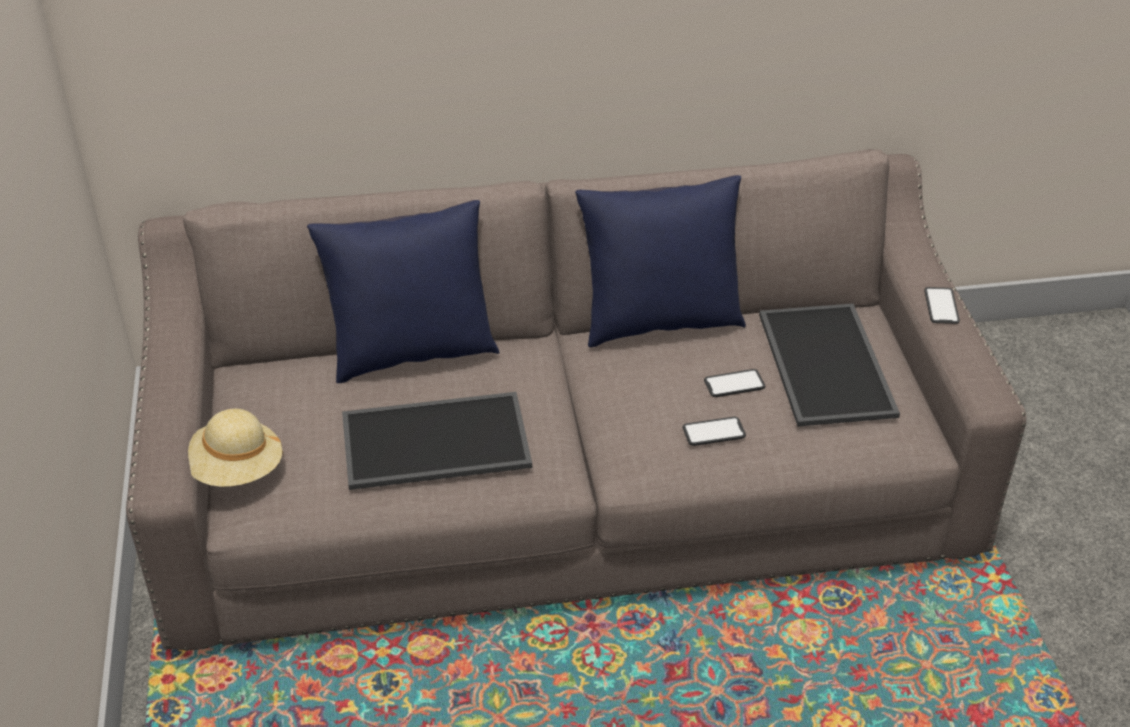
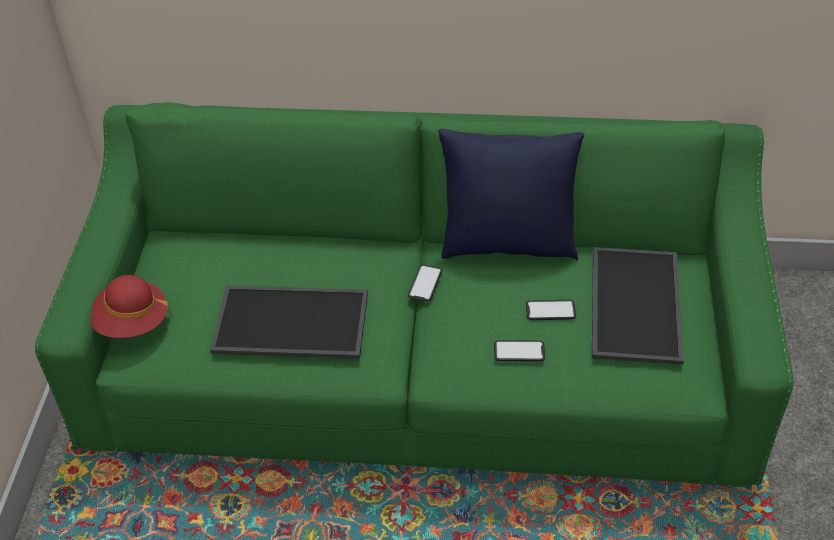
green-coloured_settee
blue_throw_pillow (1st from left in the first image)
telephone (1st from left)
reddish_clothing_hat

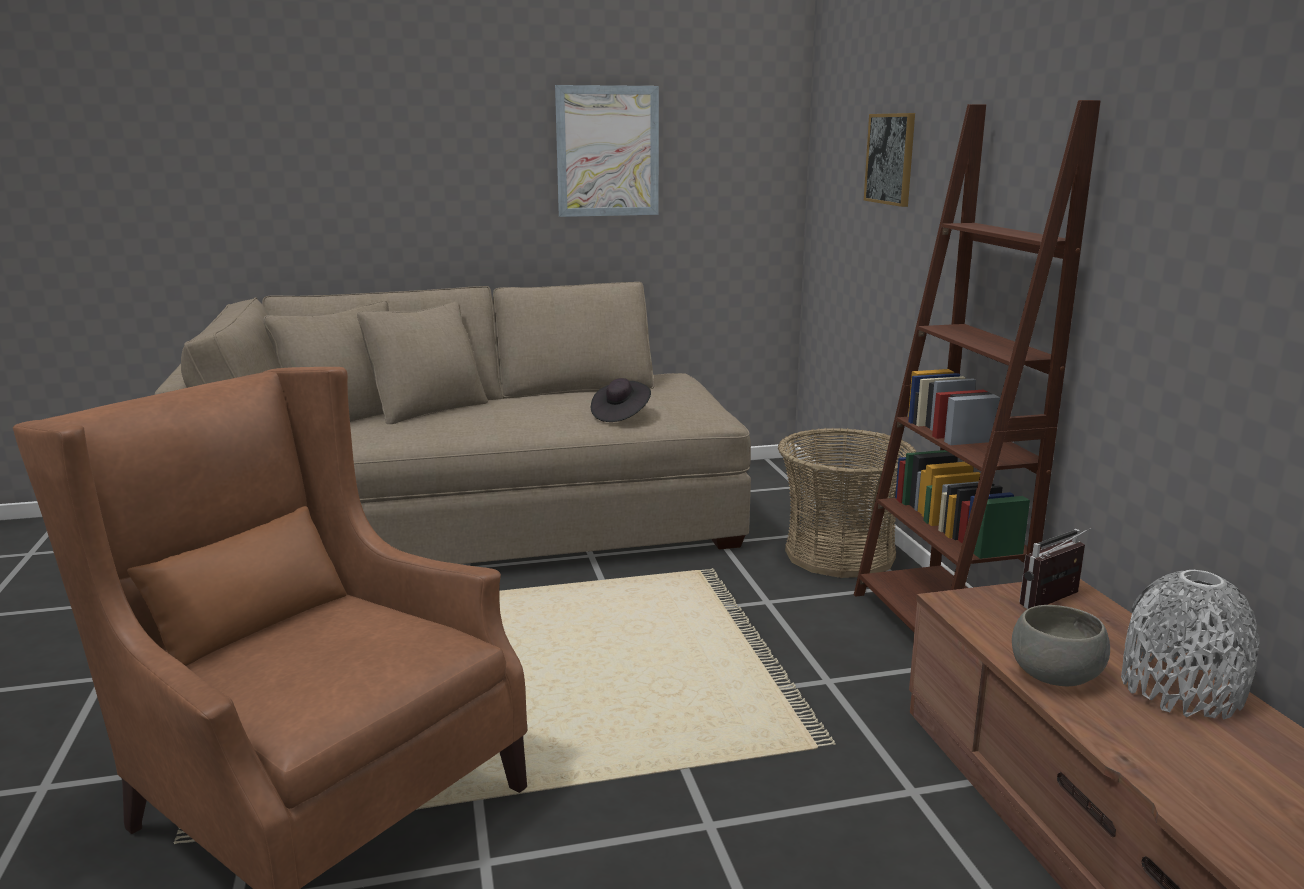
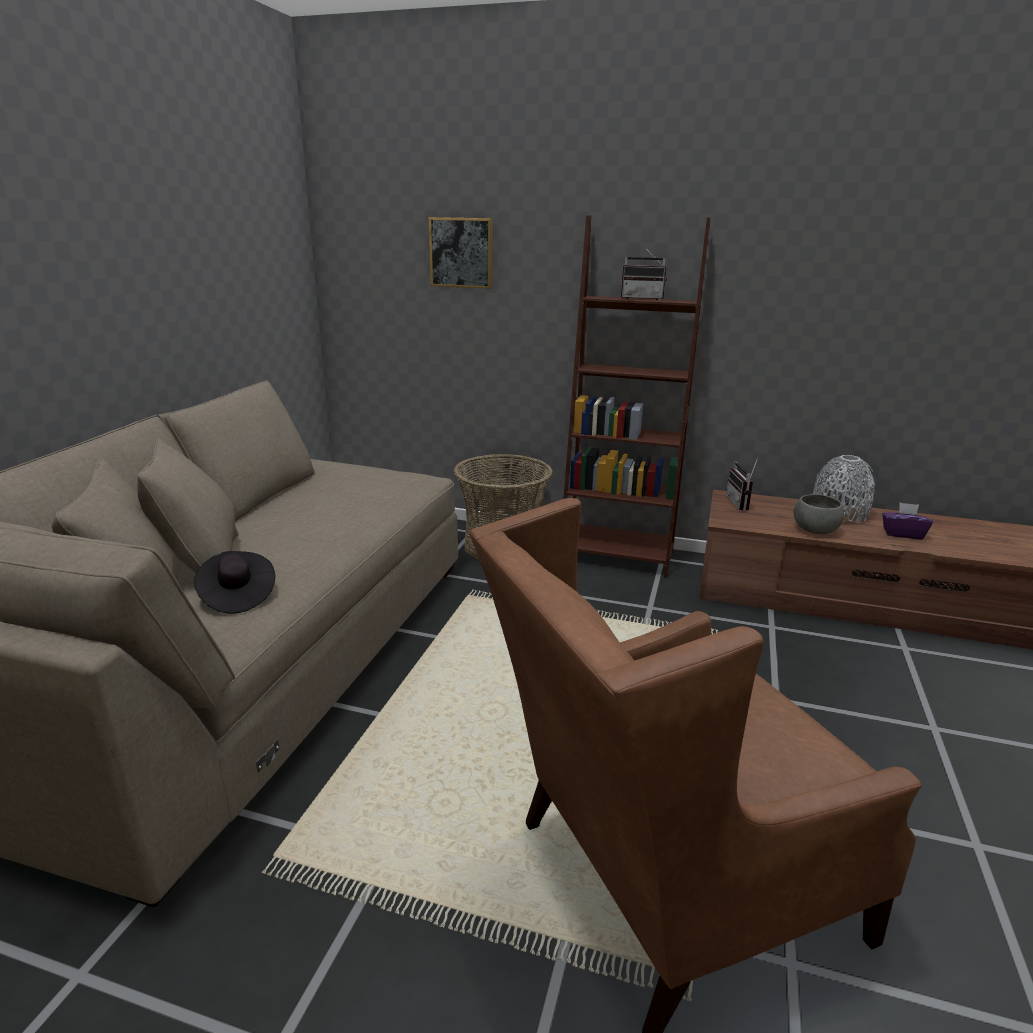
wall_art (1st from left in the first image)
black-coloured_clothing_hat
radio_receiver (1st from left)
purplish_tissue_box

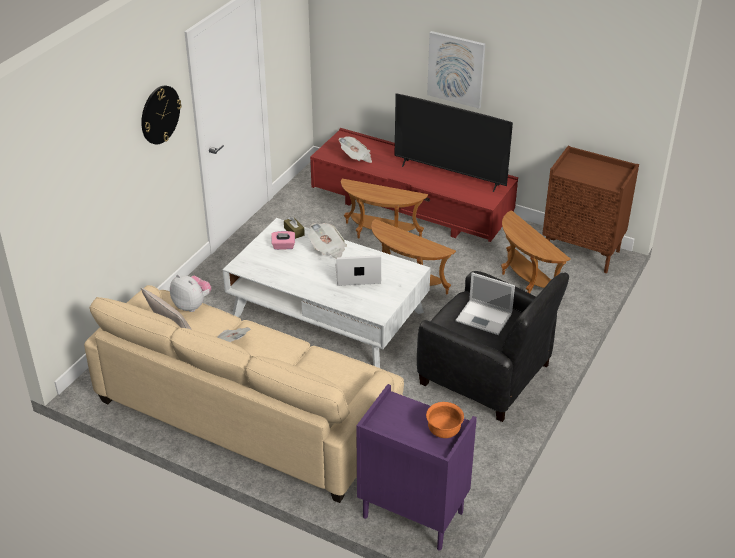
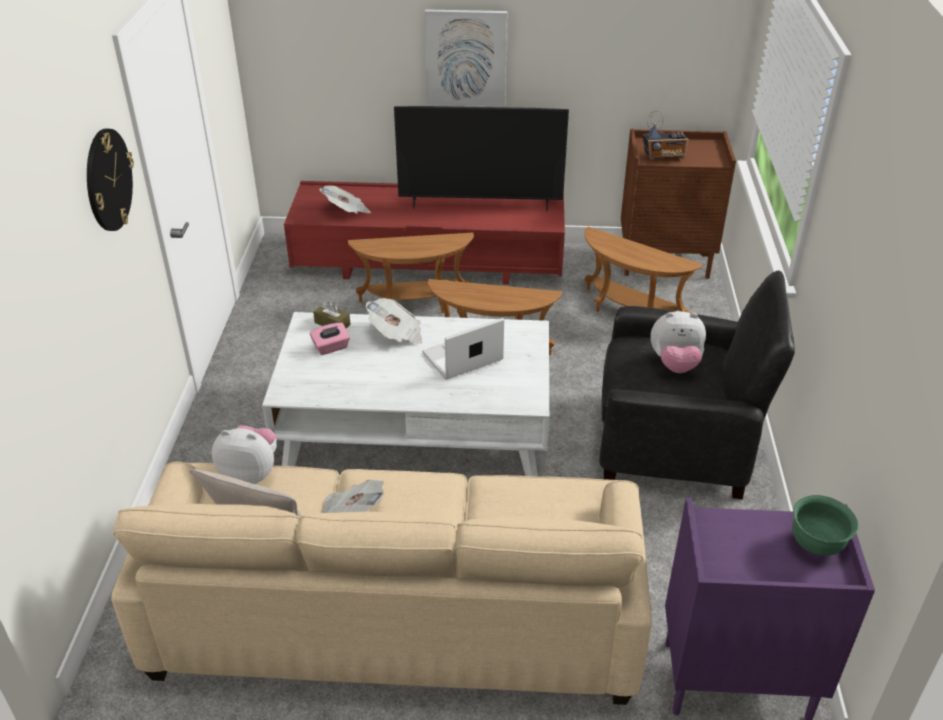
cuddly_toy (2nd from left)
green-coloured_bowl
radio_receiver

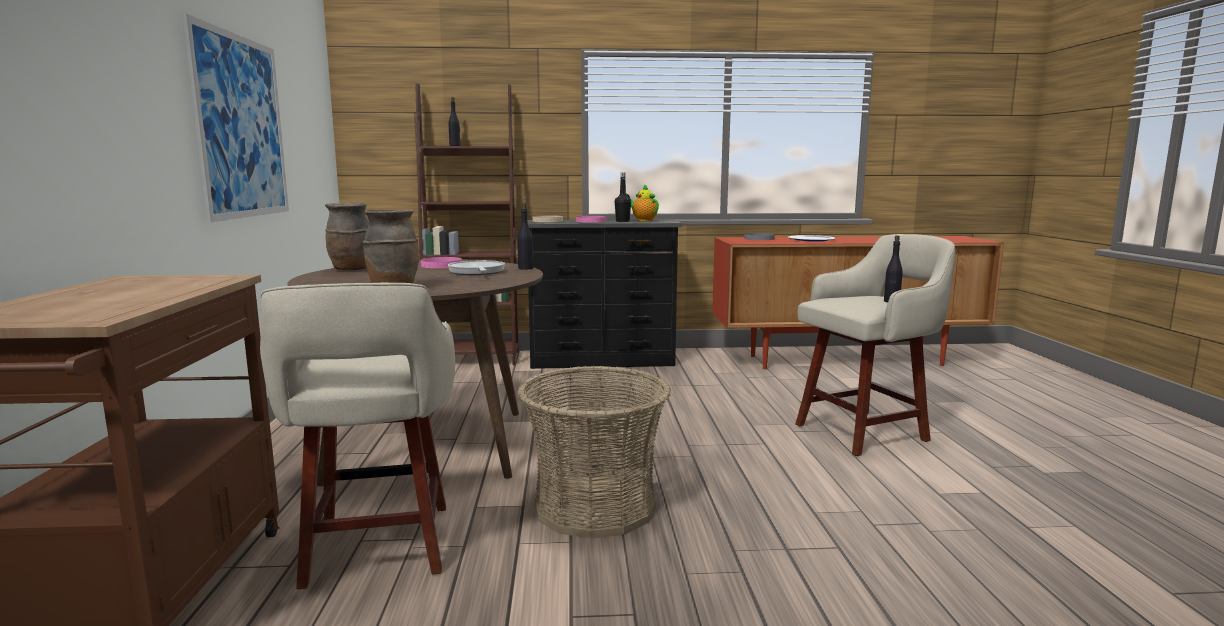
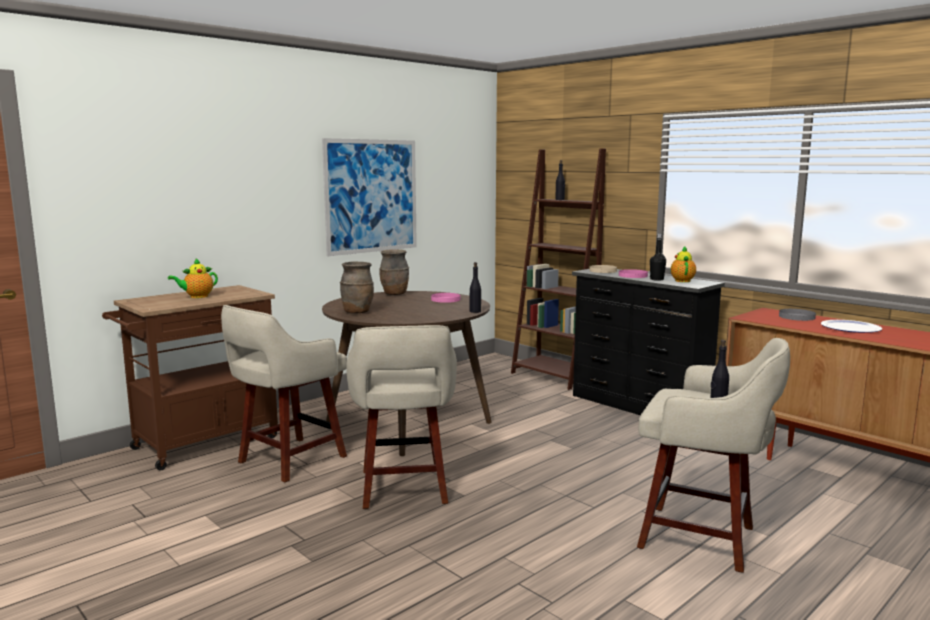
skillet
beige-coloured_stool_seat (2nd from left)
tea_pot (1st from left)

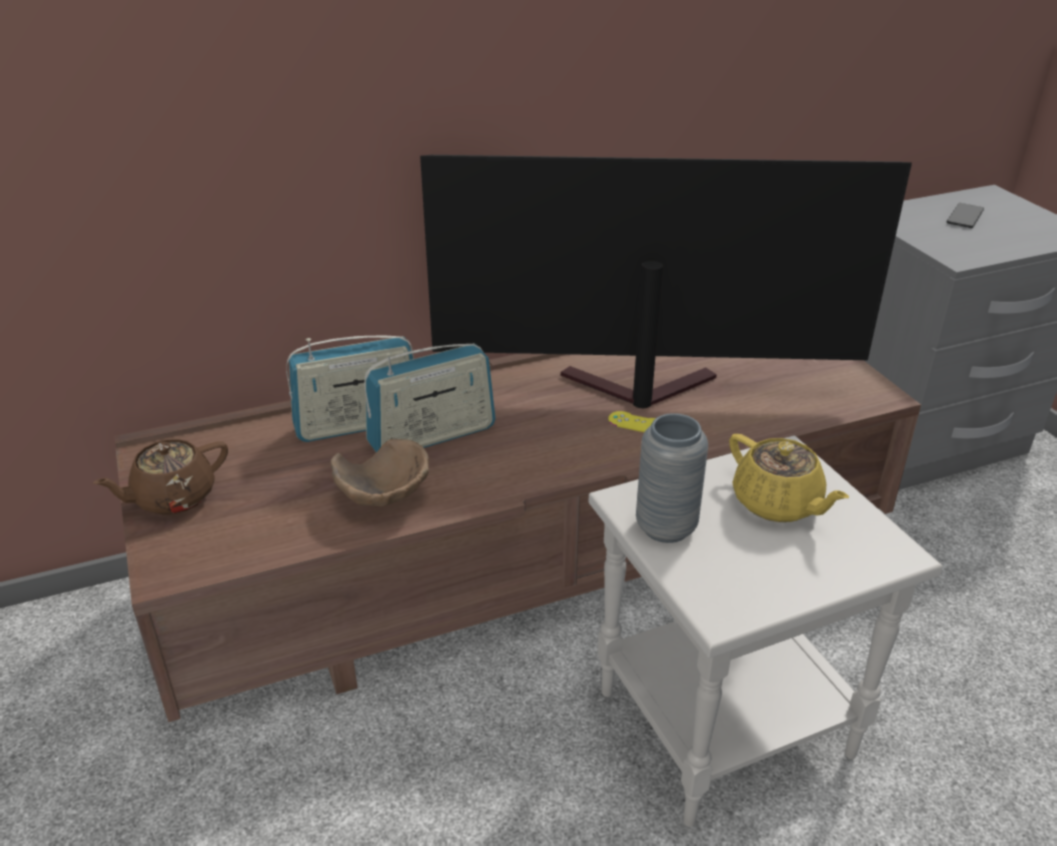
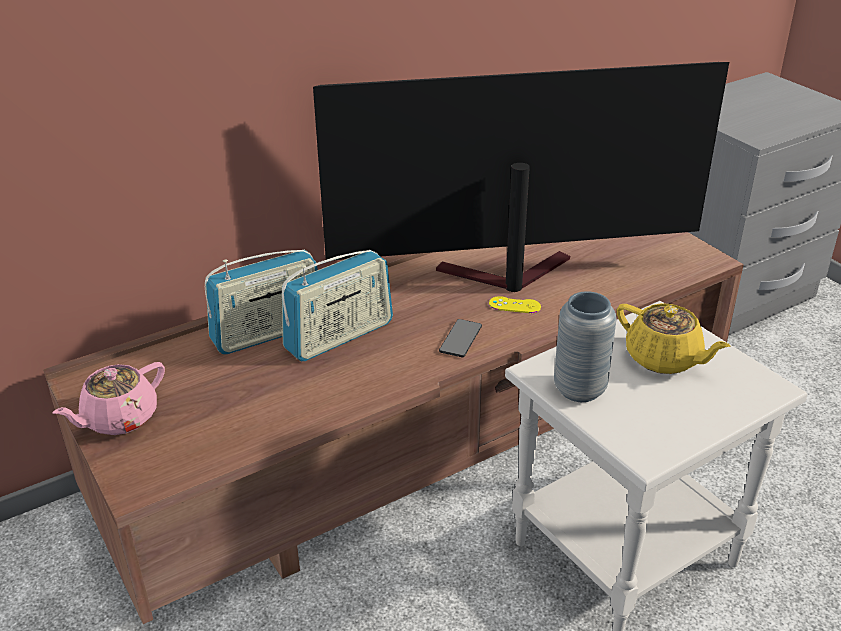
telephone
pink-coloured_tea_pot
brownish_bowl

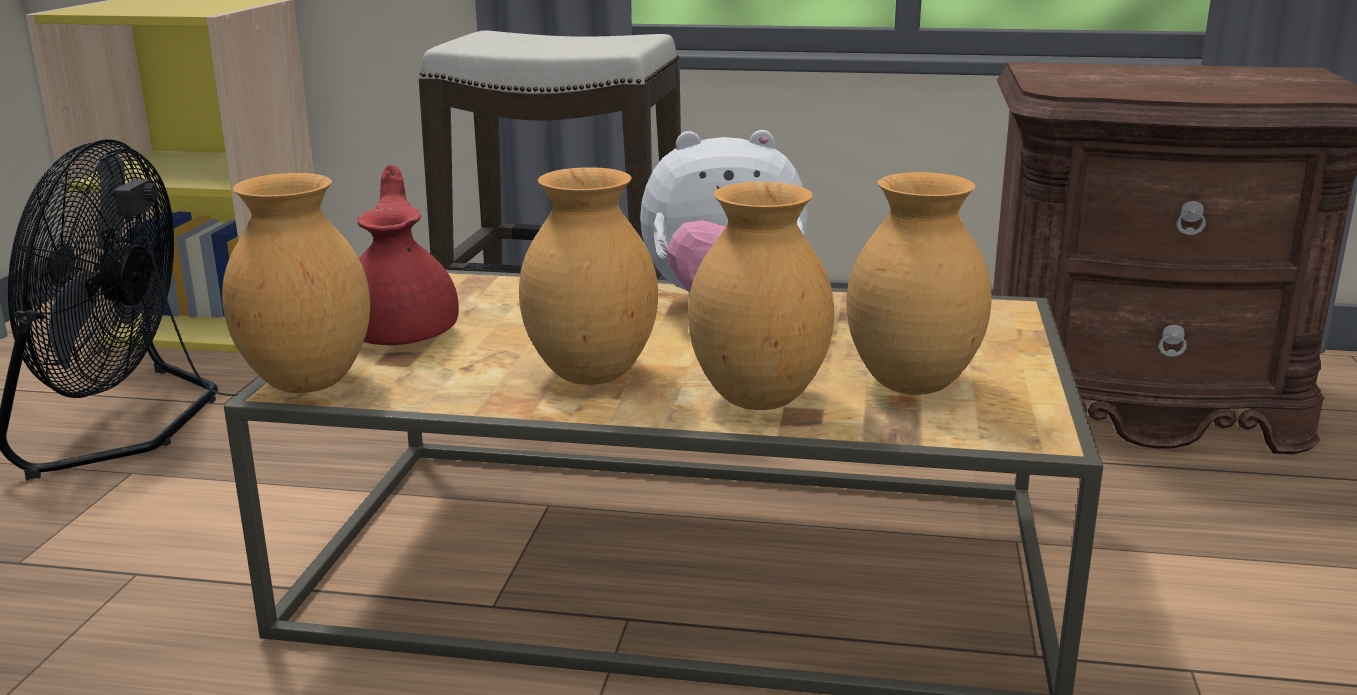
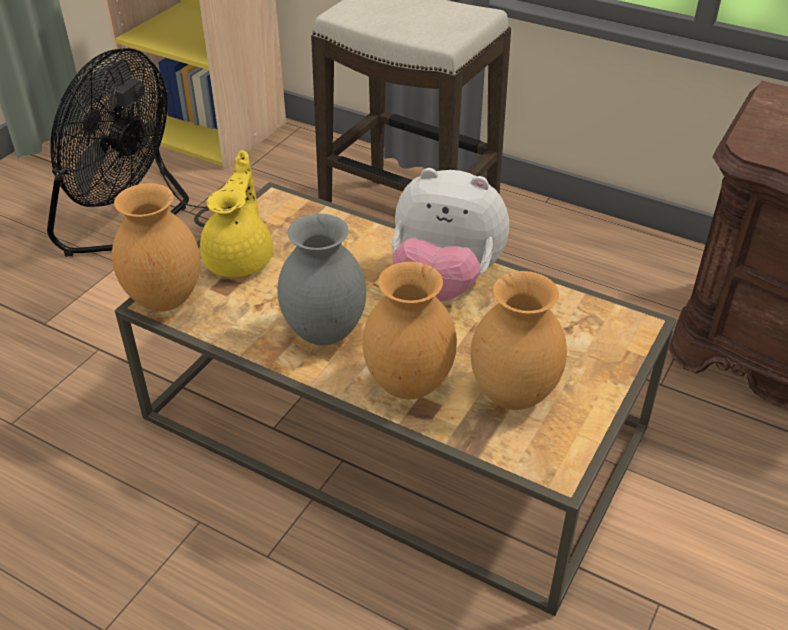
yellow-coloured_tea_pot
grey_decorative_vase

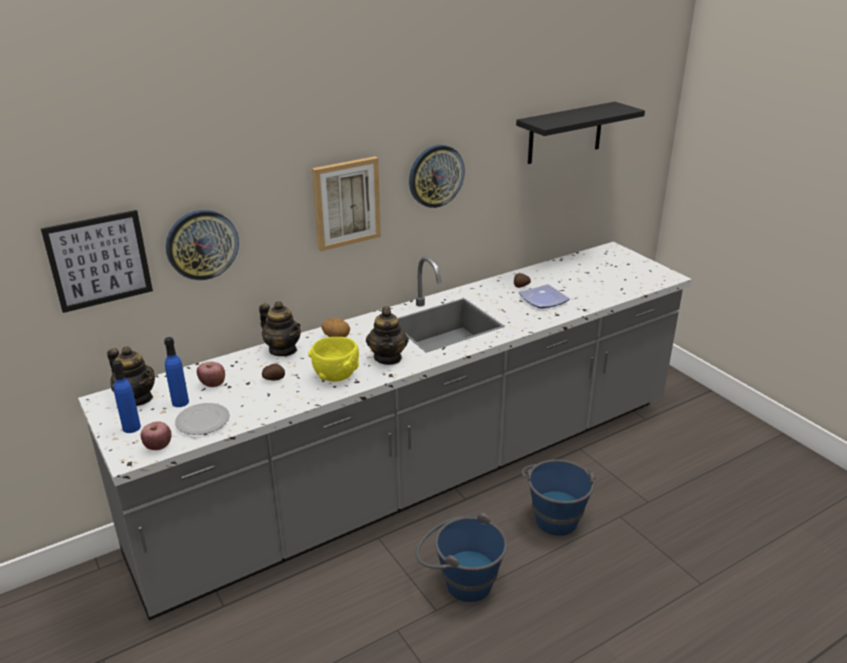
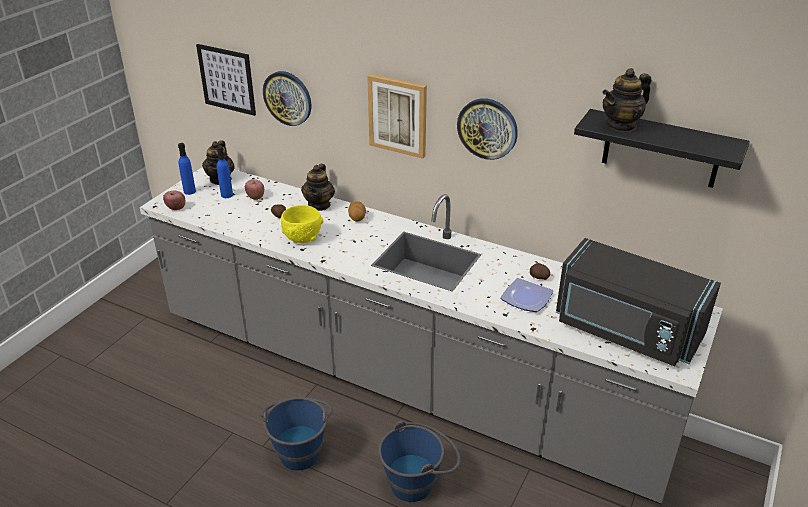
tea_pot (3rd from left)
flat_dish (1st from left in the first image)
black-coloured_microwave

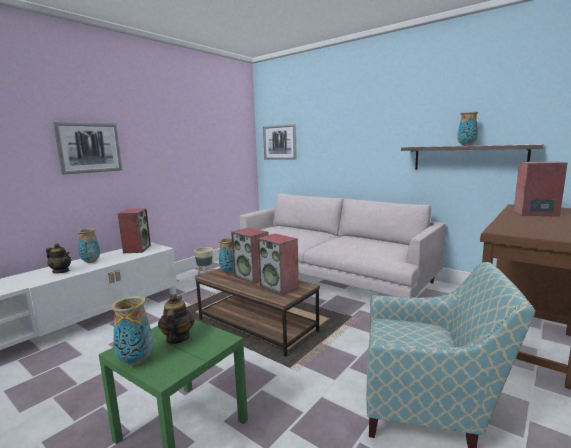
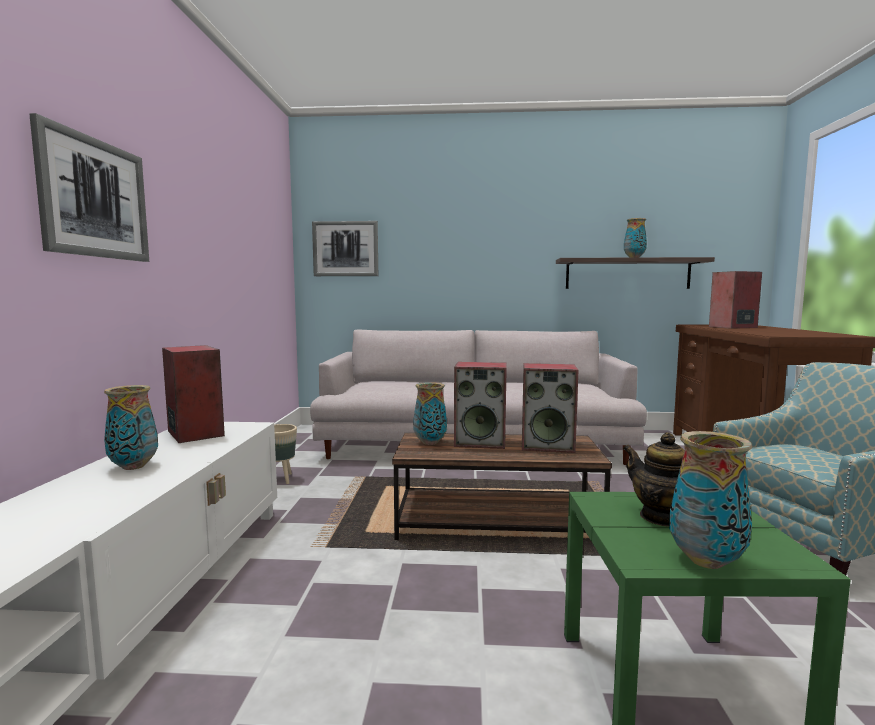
tea_pot (1st from left in the first image)

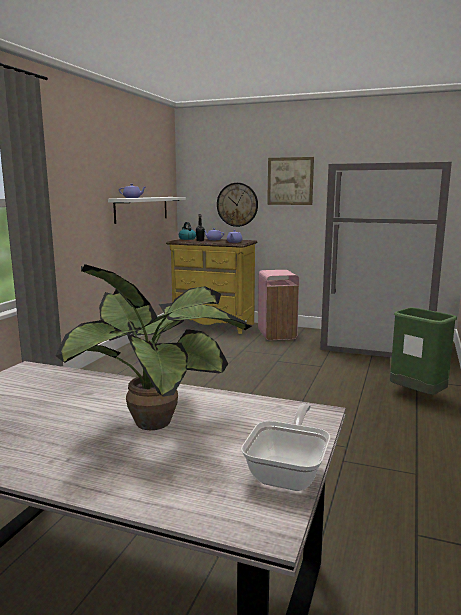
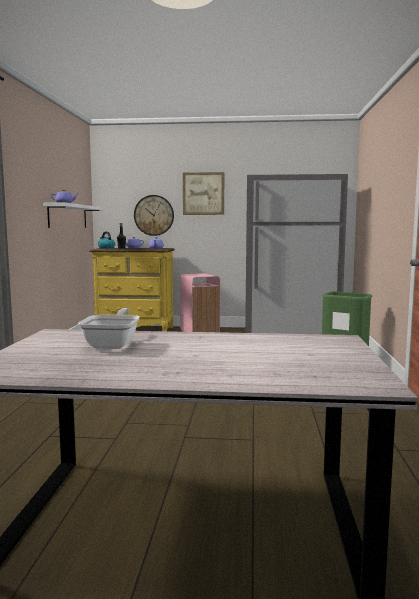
potted_plant
skillet

